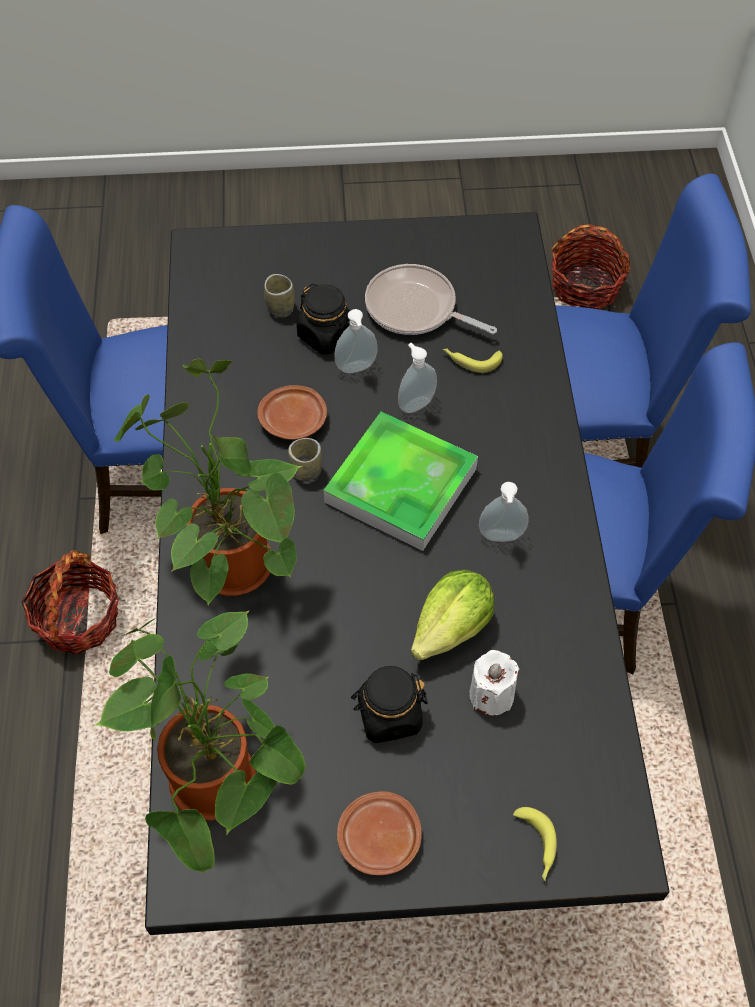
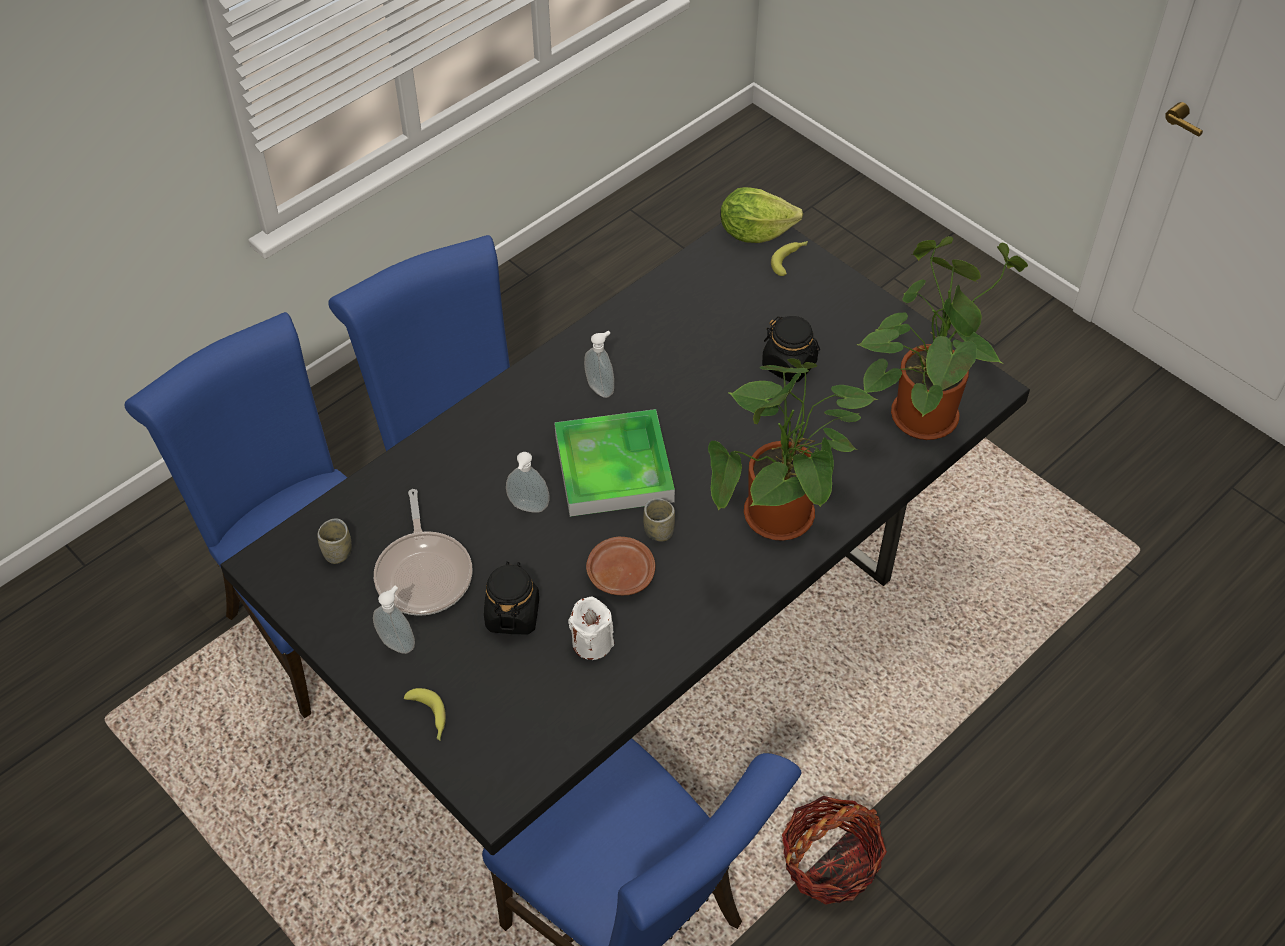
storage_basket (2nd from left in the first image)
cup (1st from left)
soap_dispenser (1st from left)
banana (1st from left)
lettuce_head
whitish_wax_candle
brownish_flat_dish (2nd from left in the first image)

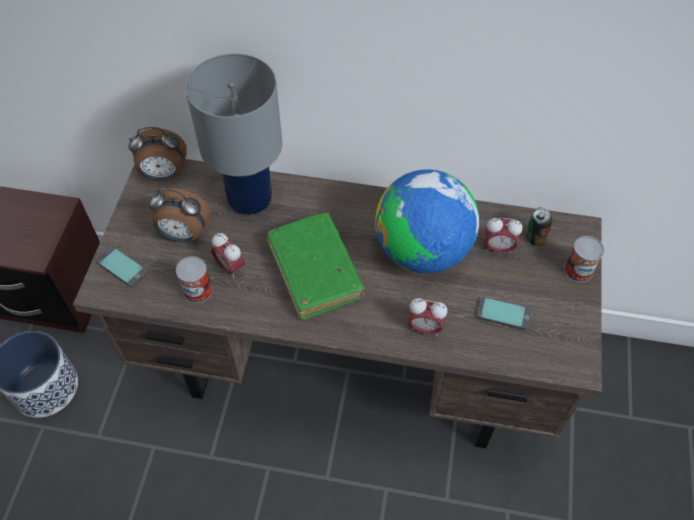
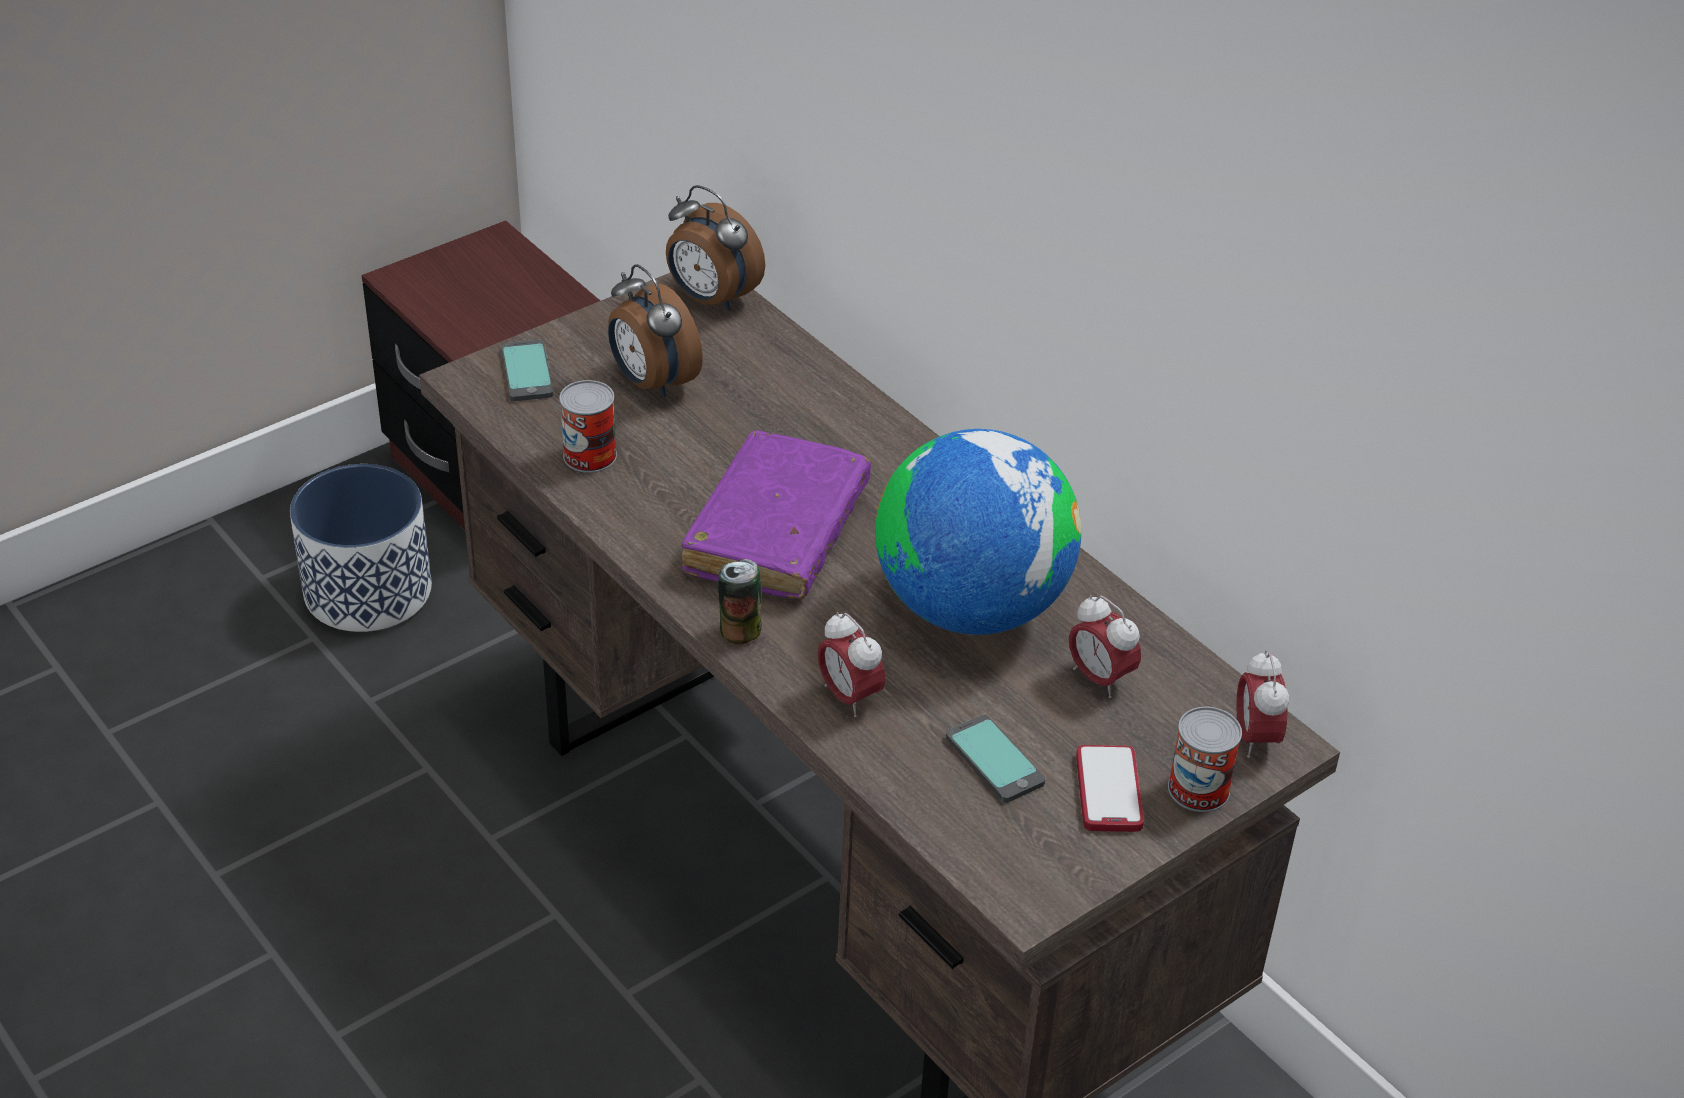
grey_table_lamp
metal_can (2nd from left)
purplish_book
alarm_clock (5th from left)
telephone (3rd from left)

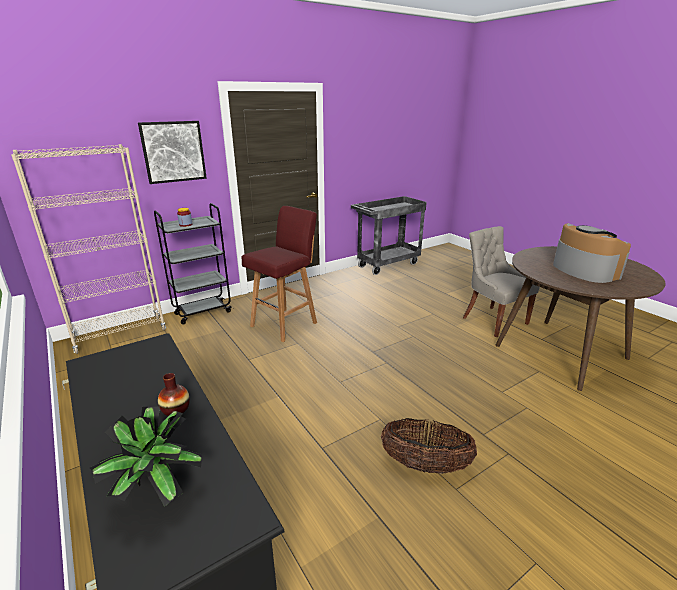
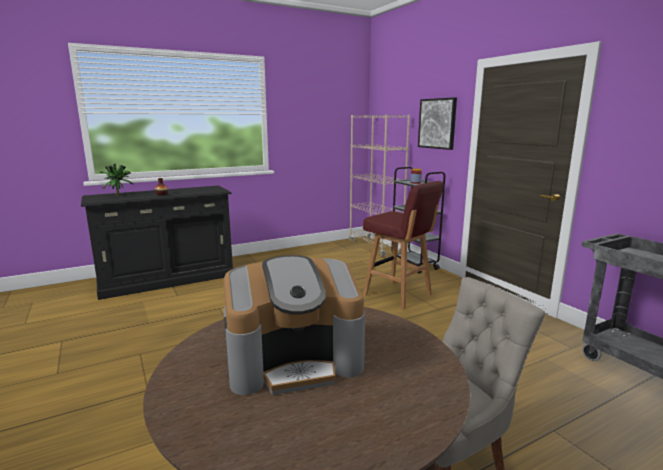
storage_basket

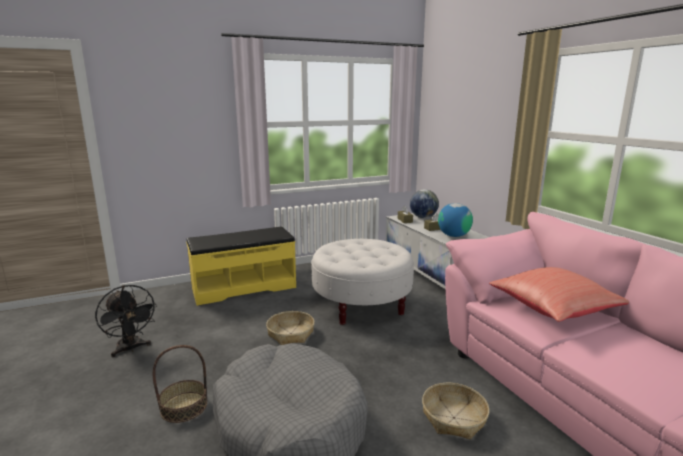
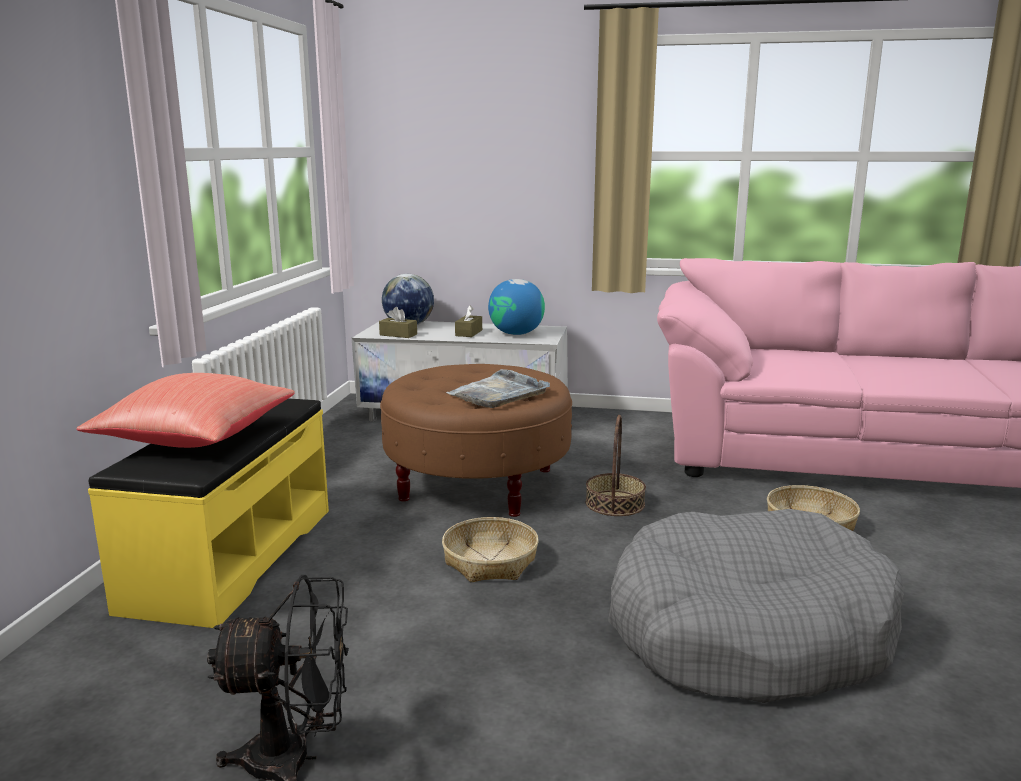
brownish_pouffe
reddish_throw_pillow
storage_basket (2nd from left)
grey_serving_tray

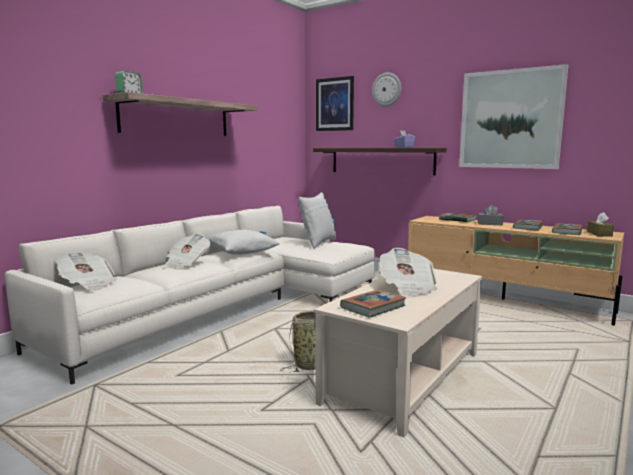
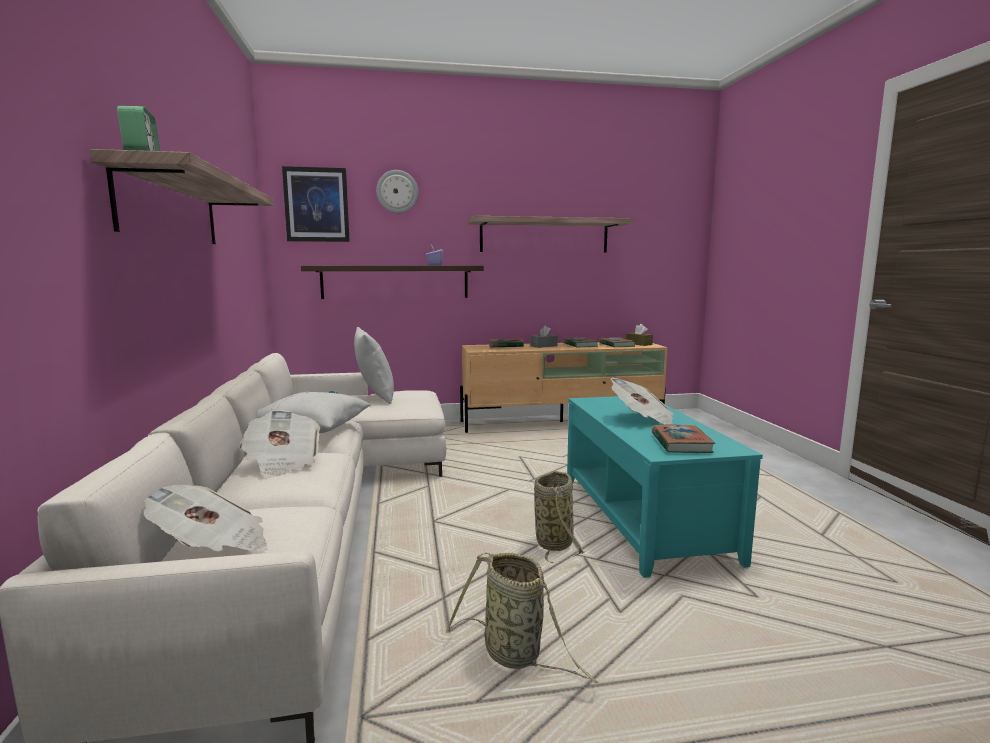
bracket_shelf (3rd from left)
turquoise-coloured_coffee_table
storage_basket (1st from left)

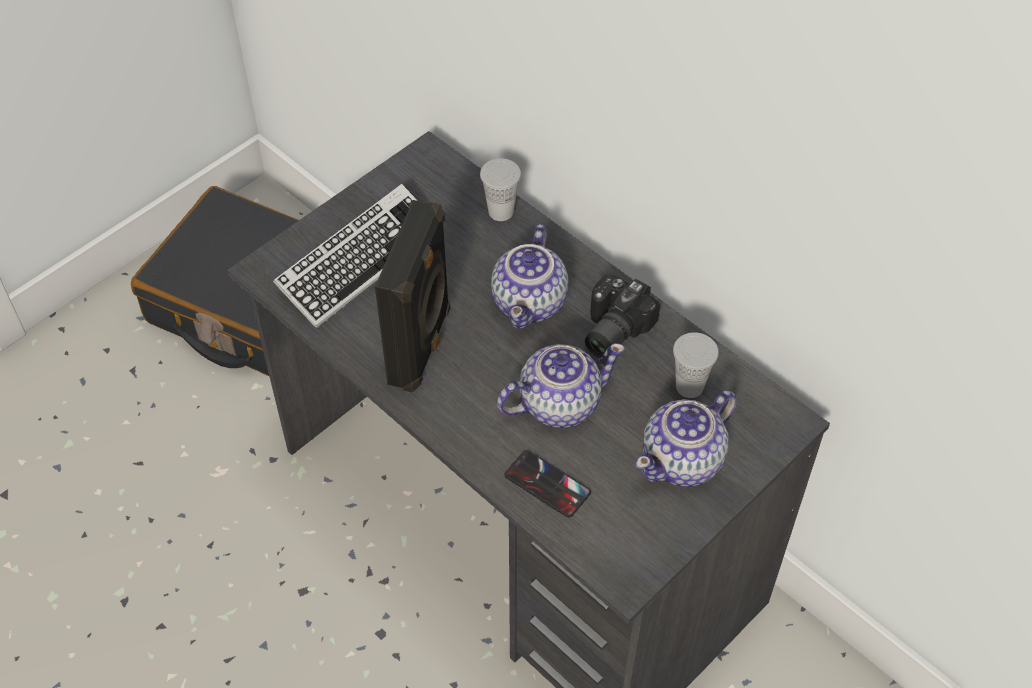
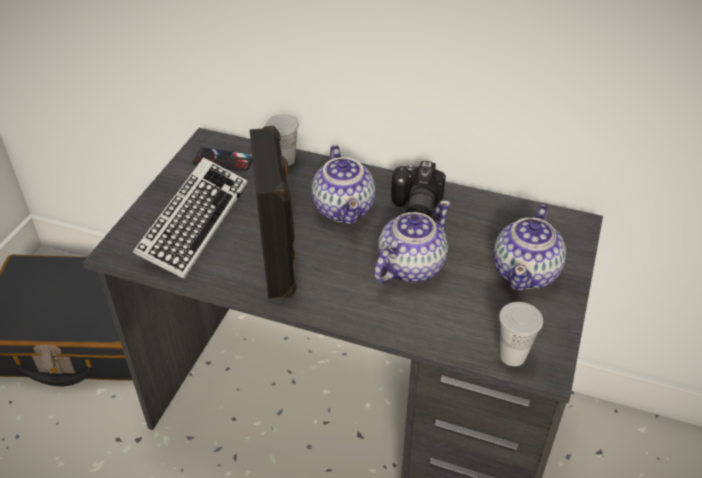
whitish_cup (2nd from left)
telephone

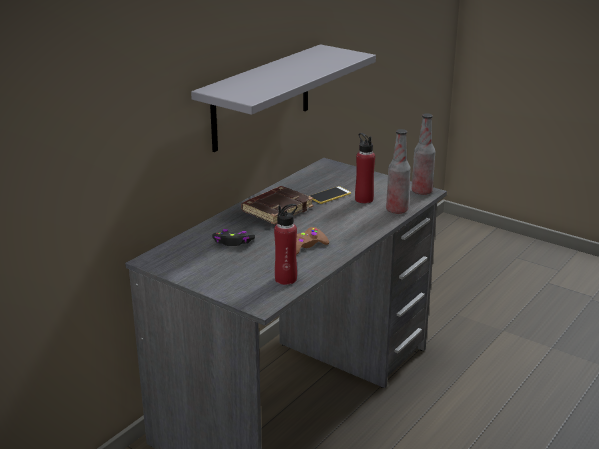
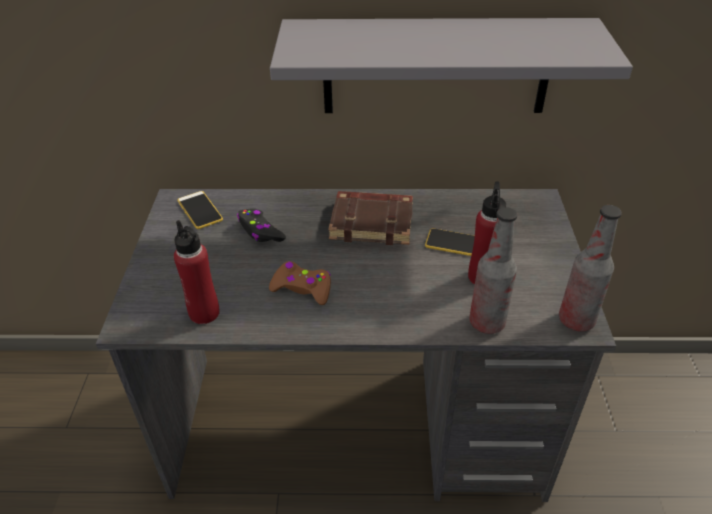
telephone (1st from left)

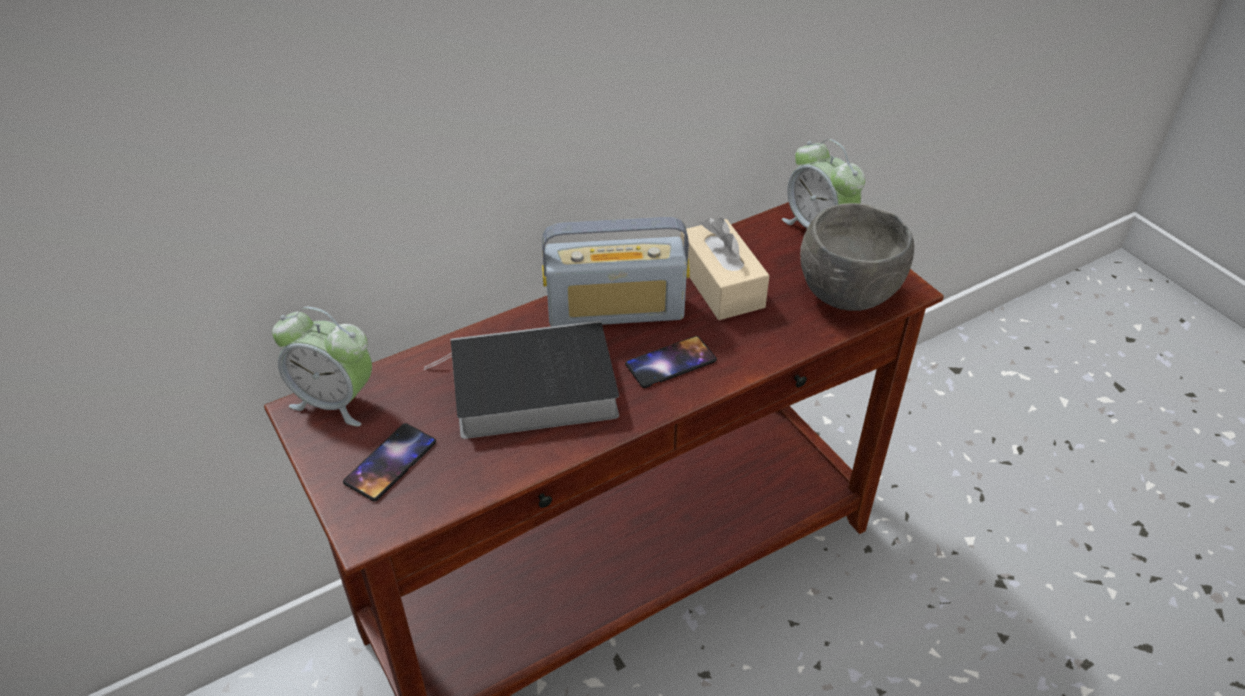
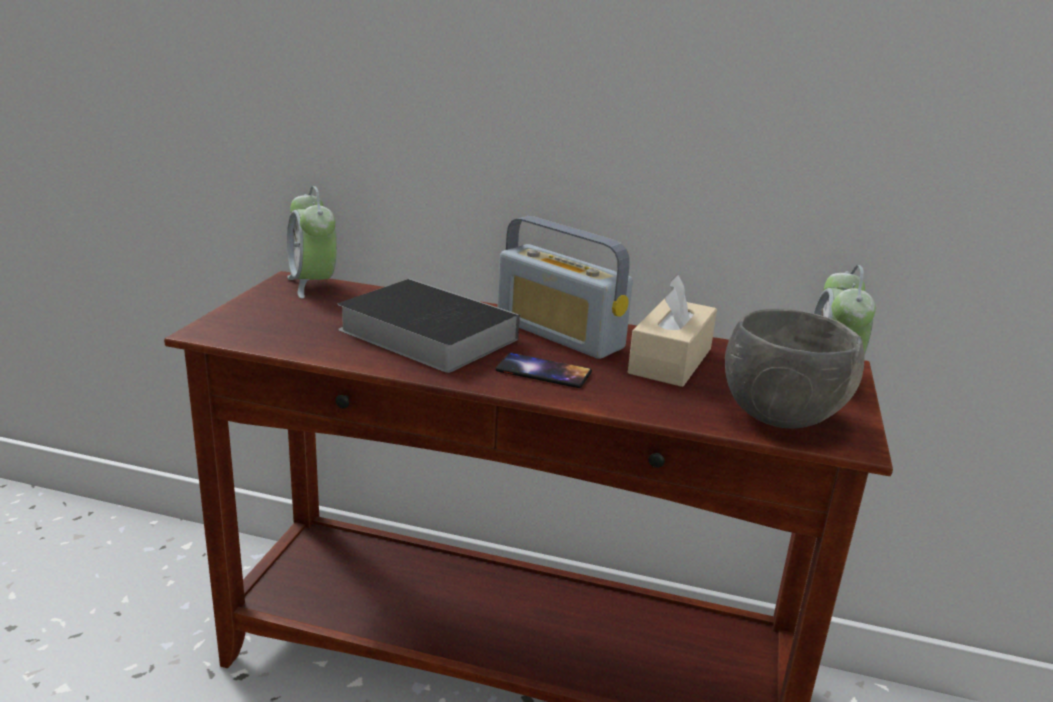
telephone (1st from left in the first image)

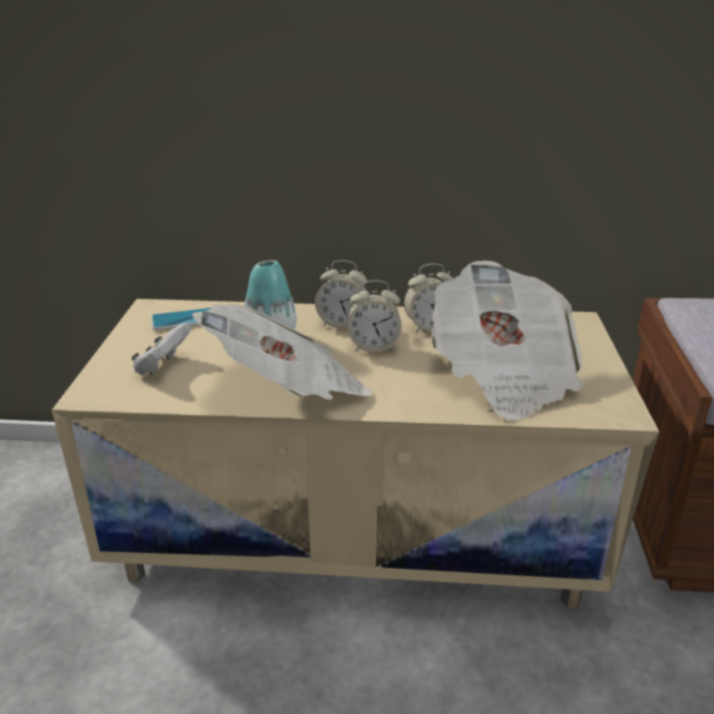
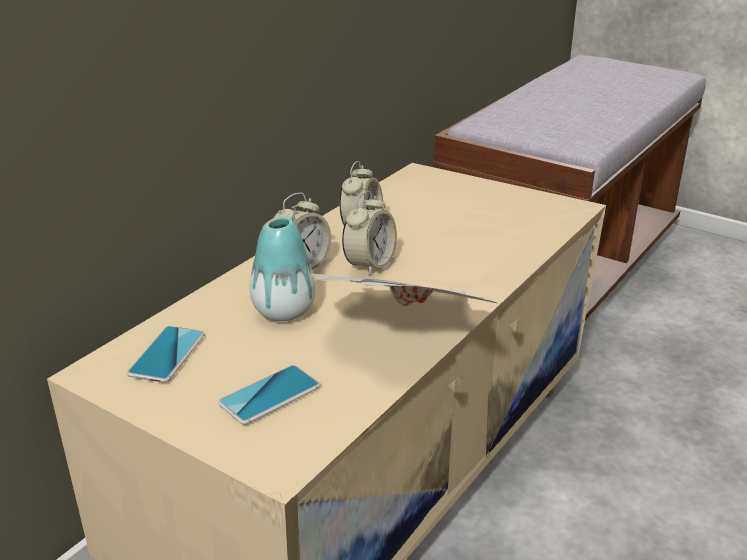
newspaper (2nd from left in the first image)
telephone (2nd from left)

